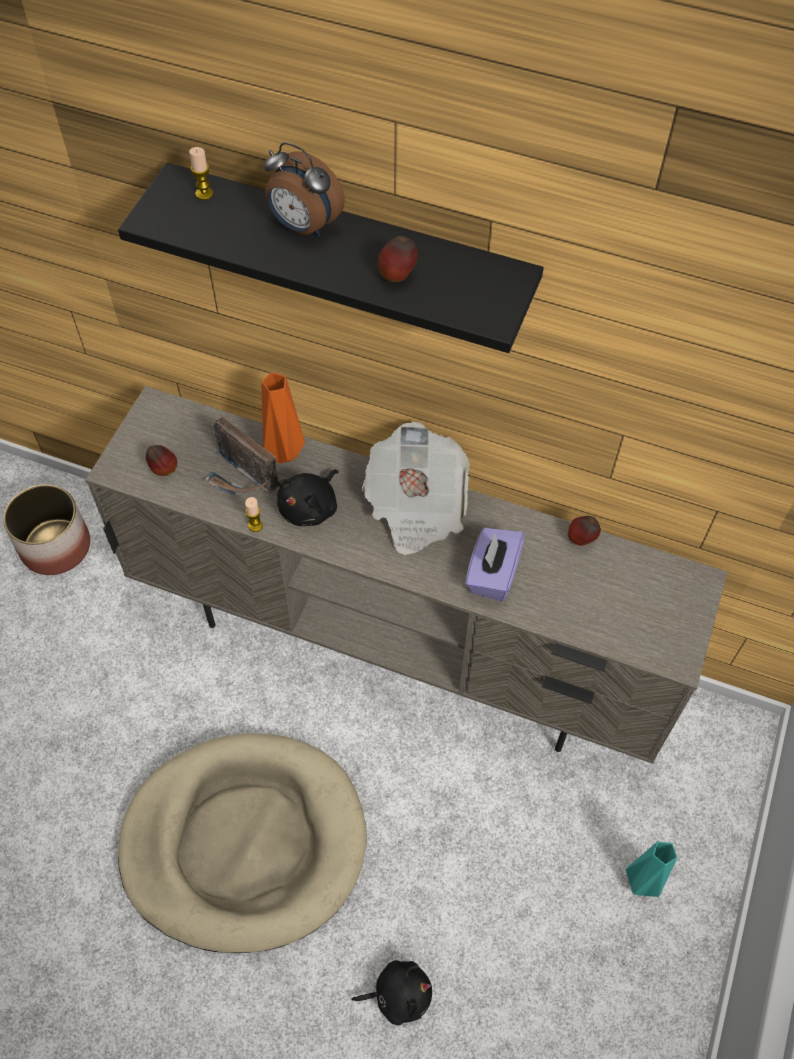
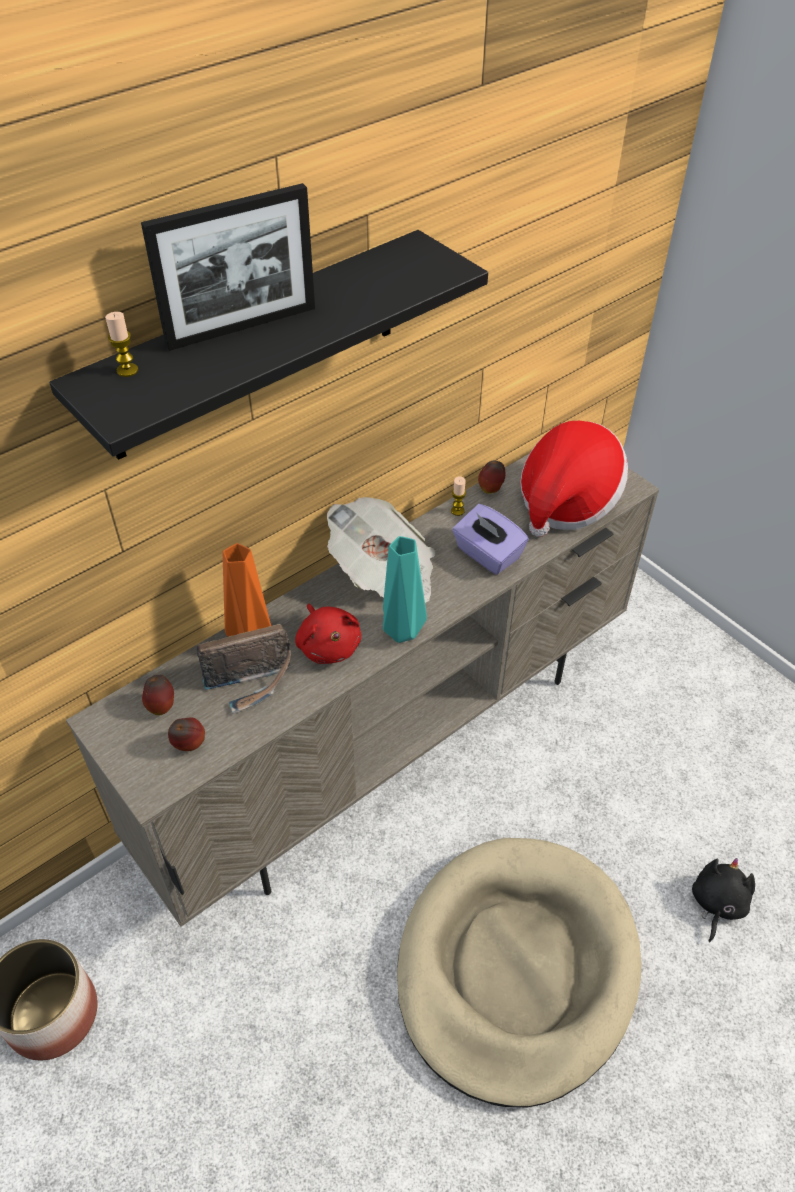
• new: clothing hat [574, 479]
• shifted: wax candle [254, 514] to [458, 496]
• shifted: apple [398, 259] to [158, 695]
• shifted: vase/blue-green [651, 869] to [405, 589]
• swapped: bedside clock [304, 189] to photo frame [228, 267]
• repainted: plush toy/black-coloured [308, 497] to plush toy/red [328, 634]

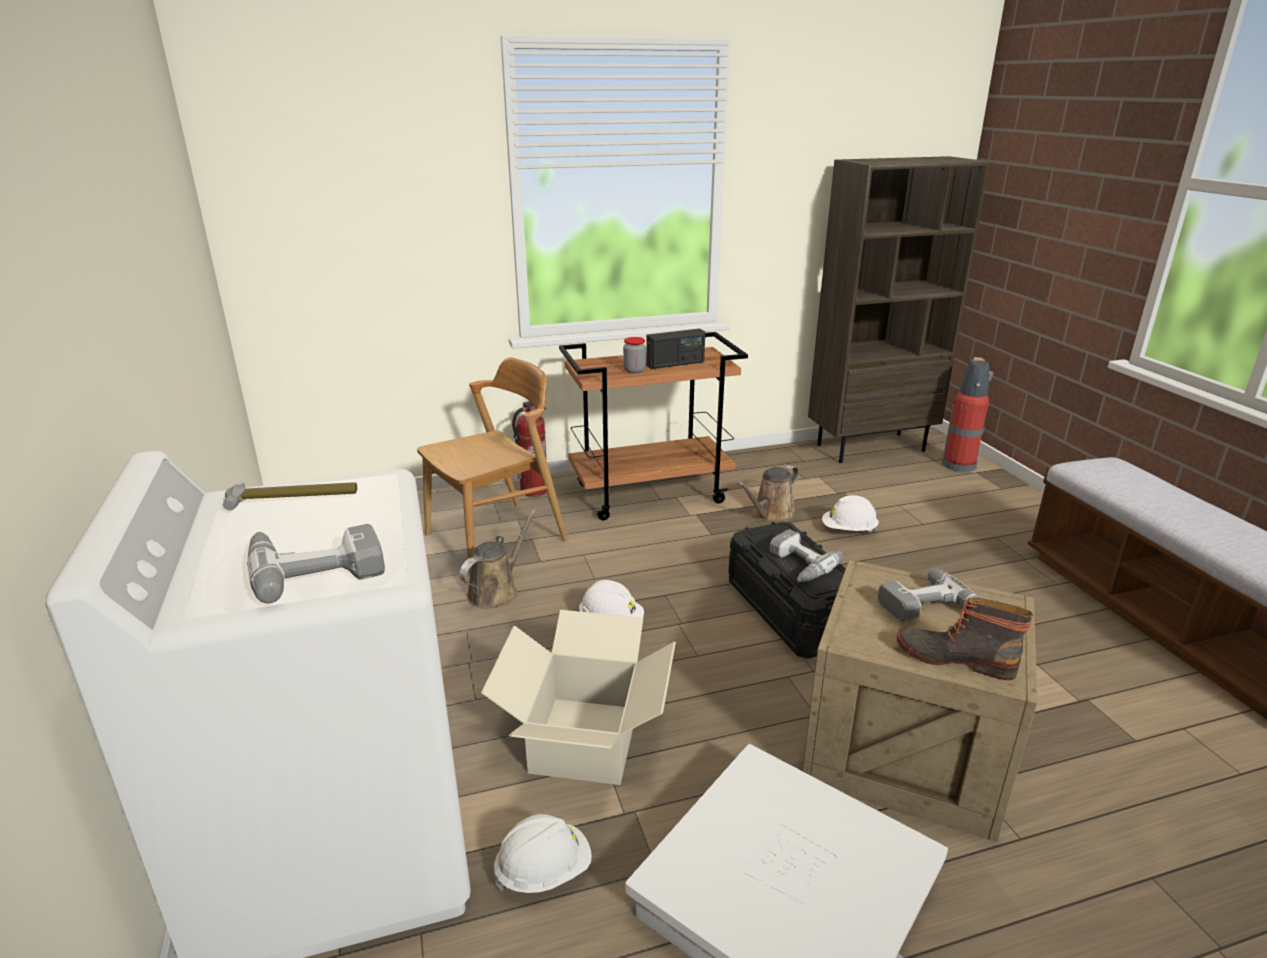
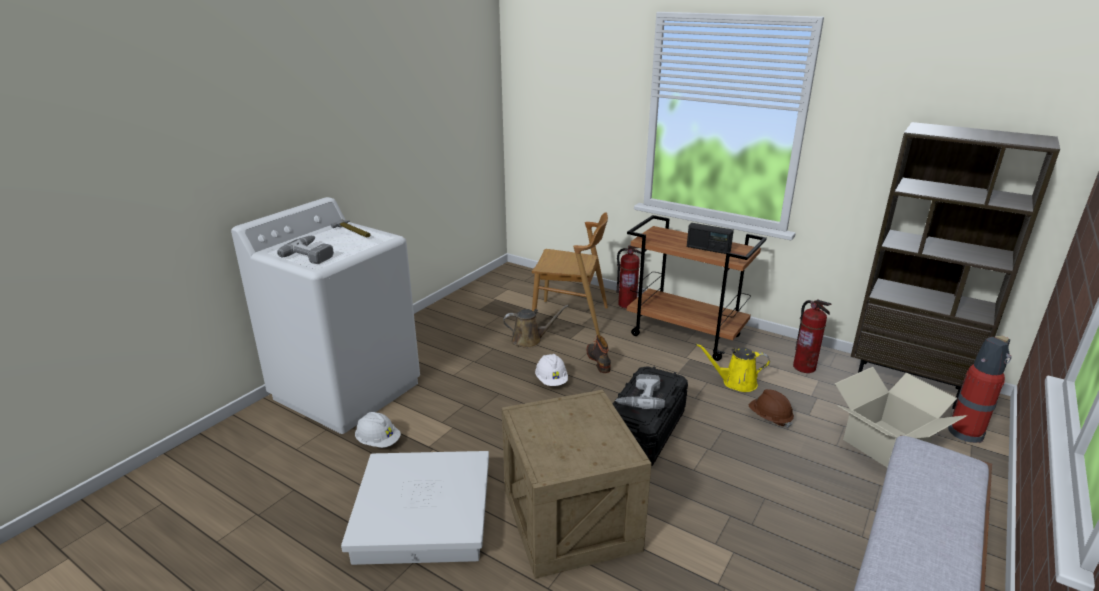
• gone: preserve jar [634, 355]
• gone: drill [929, 595]
• new: extinguisher [812, 336]
• shifted: carton [578, 697] to [901, 417]
• shifted: boot [965, 639] to [599, 354]
• repainted: watering pot/brown-coloured [768, 494] to watering pot/yellowish [733, 368]
• repainted: work helmet/white-coloured [850, 513] to work helmet/brown-coloured [771, 408]

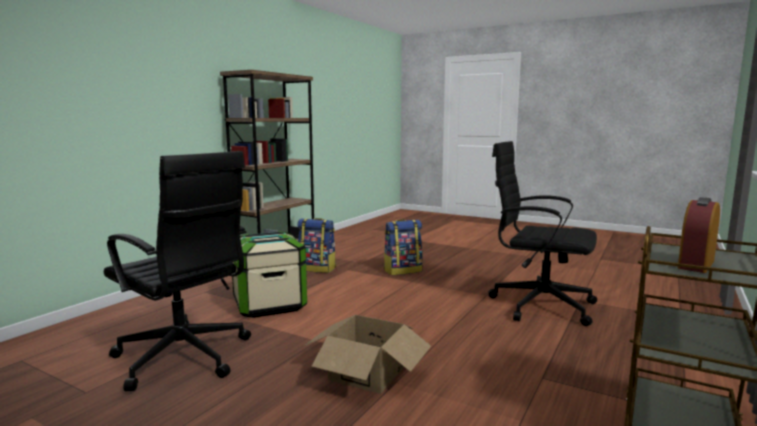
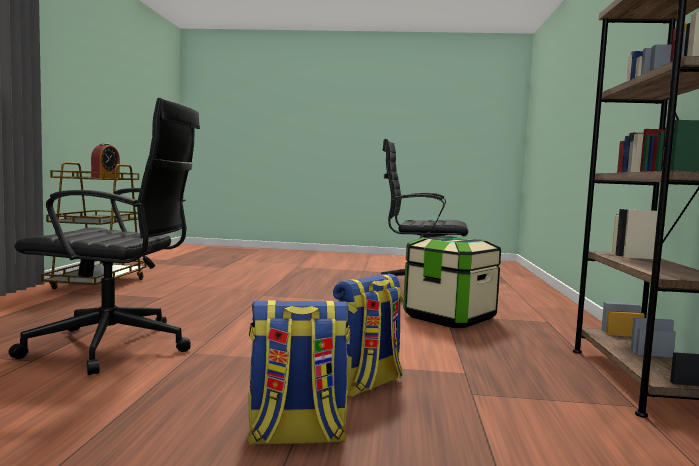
• gone: carton [367, 354]
• shifted: rucksack [316, 245] to [299, 372]

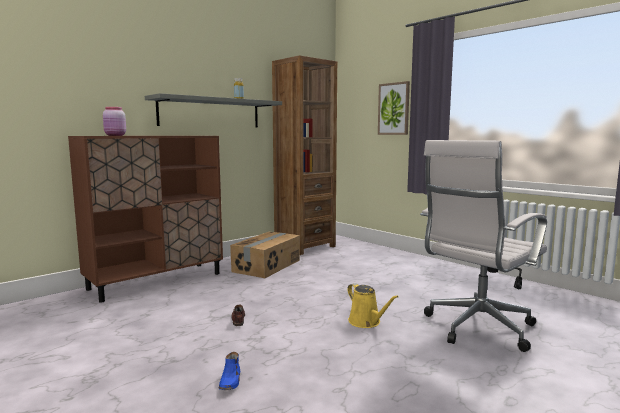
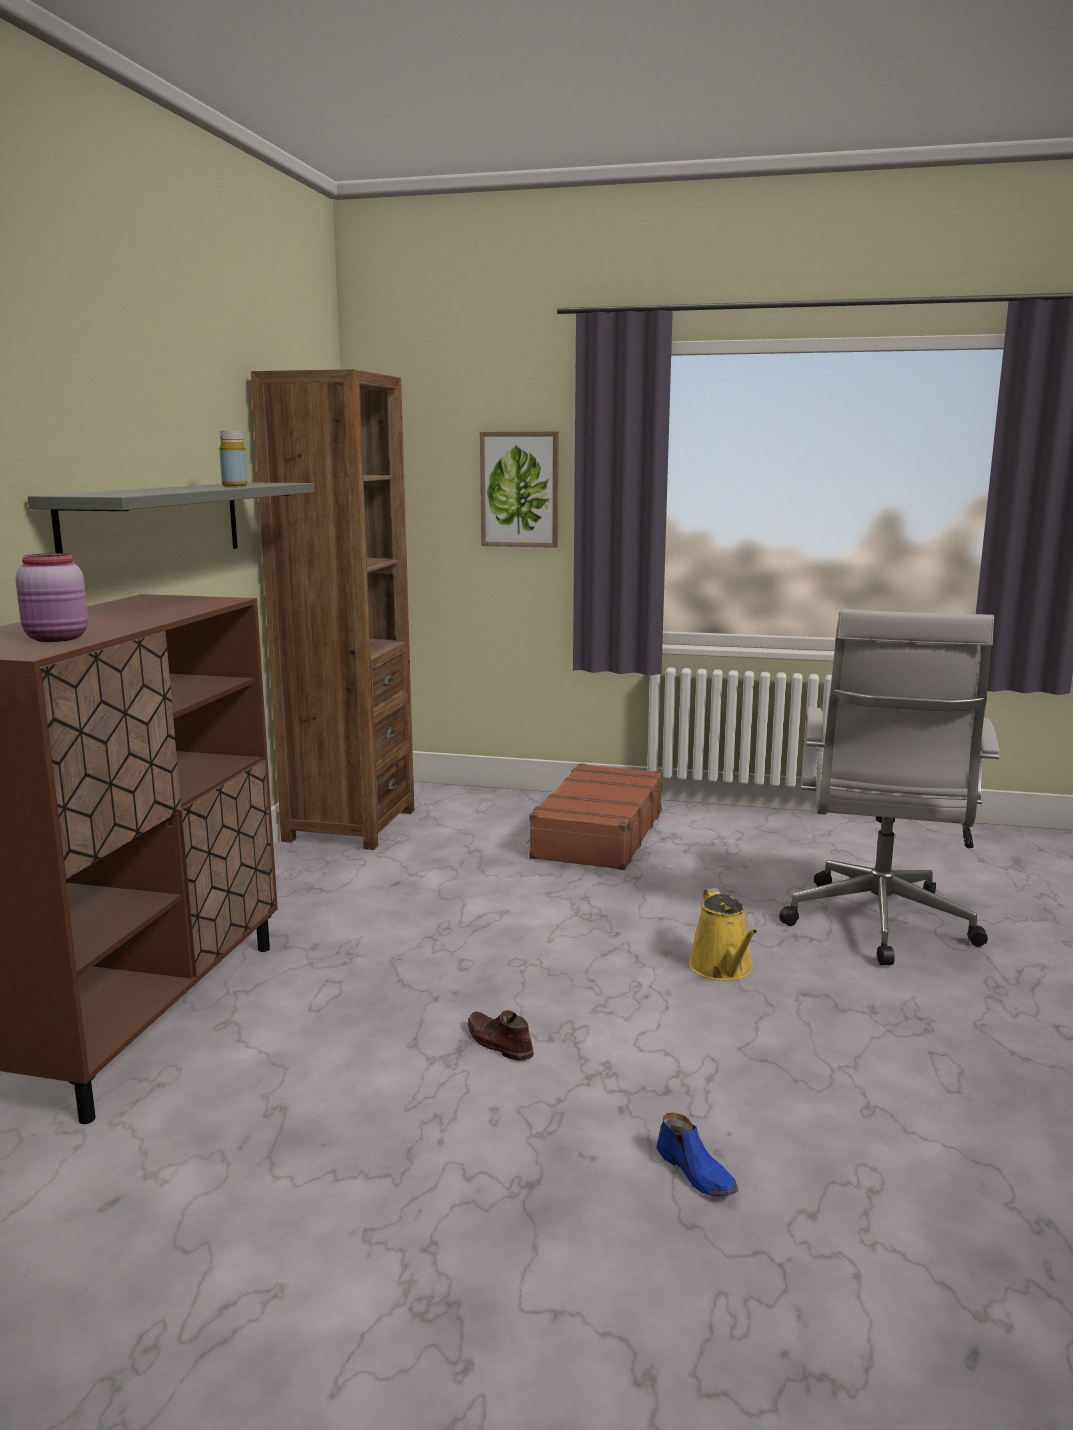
• gone: carton [265, 255]
• new: suitcase/brown-coloured [595, 816]
• rotated: watering pot/yellowish [373, 305] = [723, 934] 60 degrees clockwise

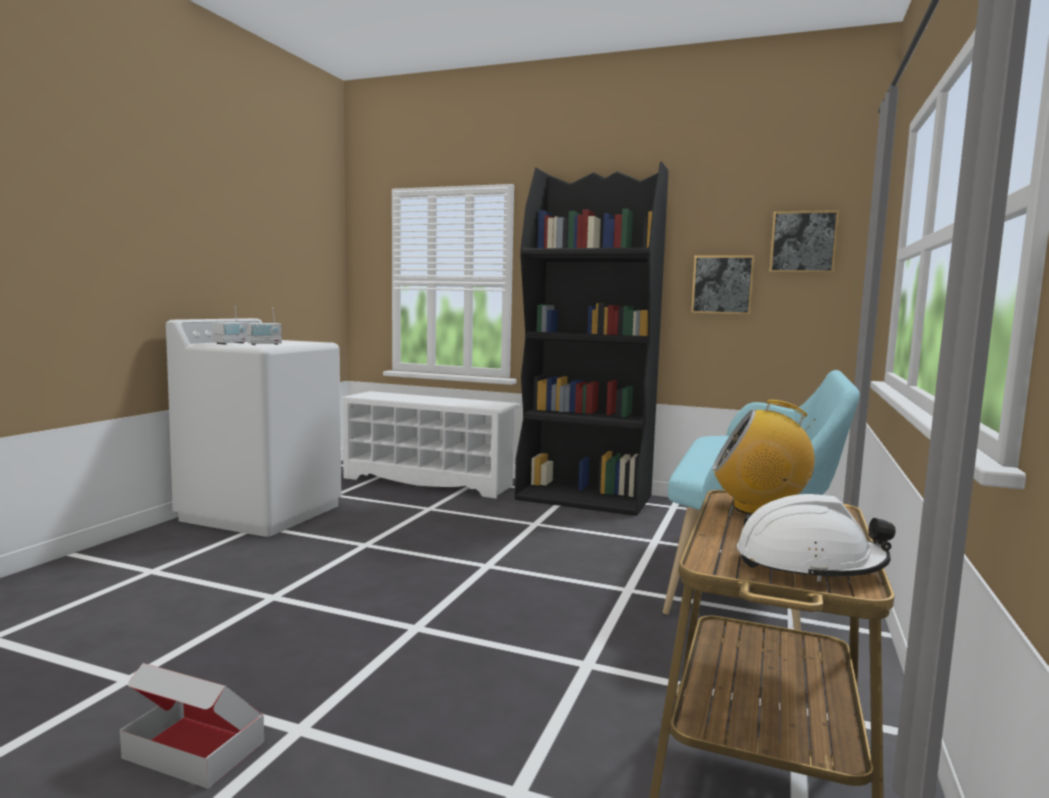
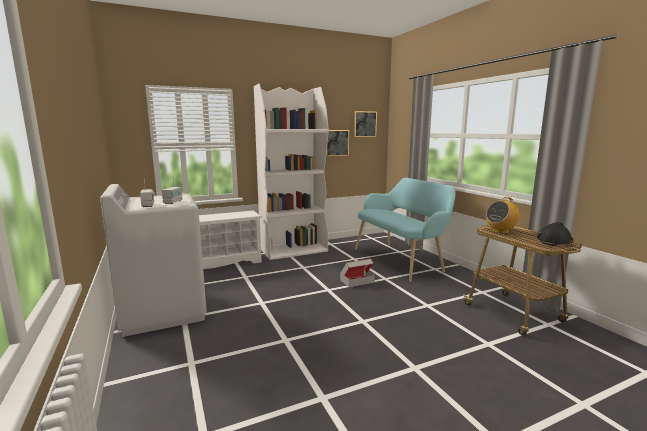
• shifted: carton [192, 726] to [357, 273]
• repainted: bookcase/black-coloured [592, 338] to bookcase/white-coloured [291, 172]
• repainted: work helmet/white-coloured [816, 538] to work helmet/black-coloured [555, 234]

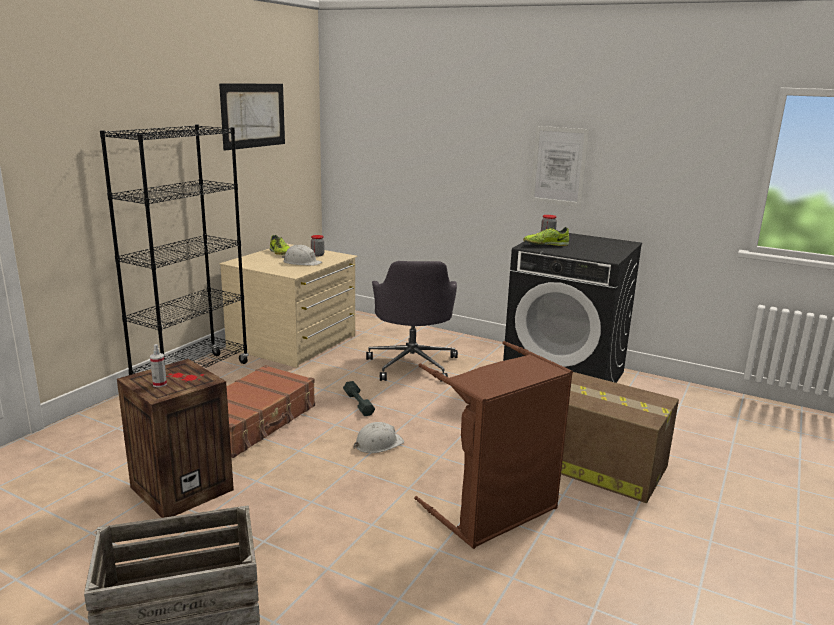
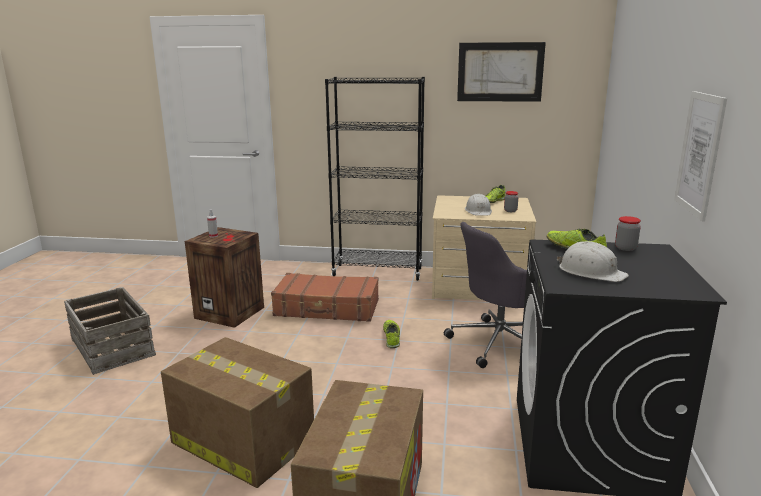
• shifted: work helmet/white-coloured [379, 437] to [593, 261]
• swapped: dumbbell/gray [359, 398] to item of footwear [391, 334]
• swapped: laundry basket/brown-coloured [493, 445] to carton [237, 412]

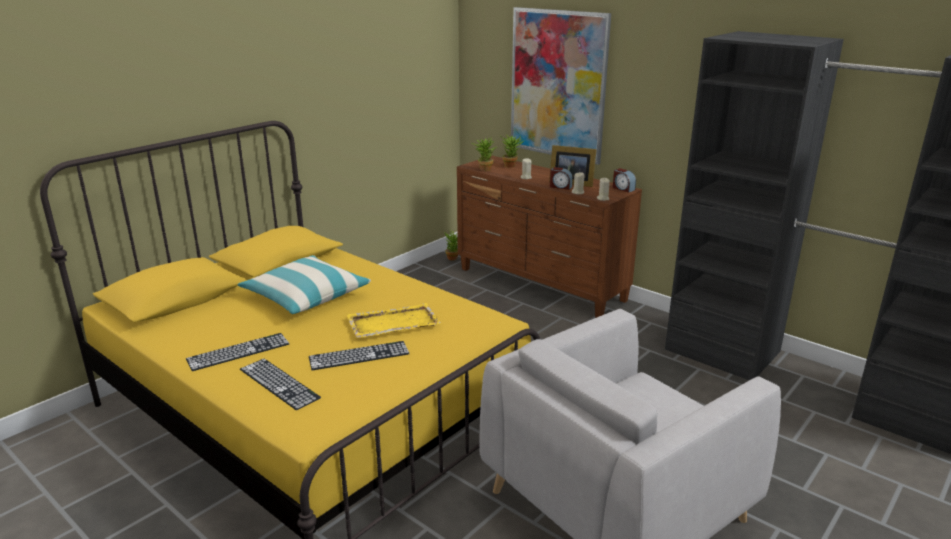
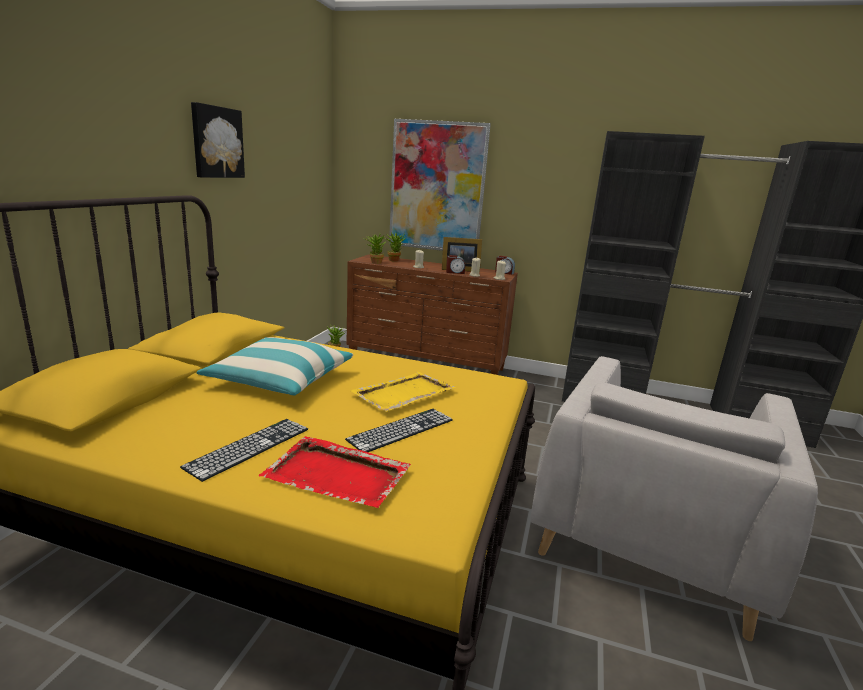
• new: picture [218, 140]
• swapped: computer keyboard [280, 384] to serving tray/red [335, 472]

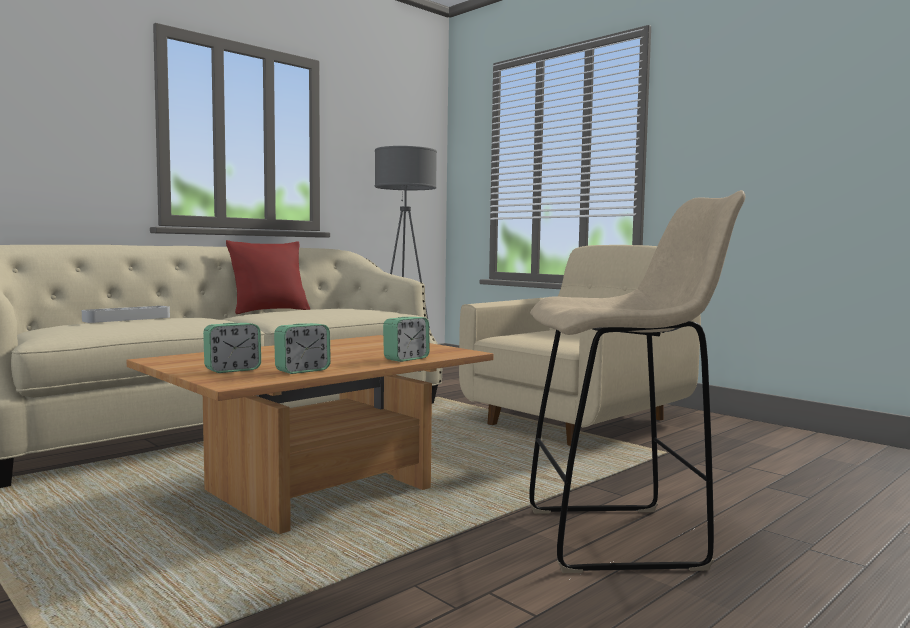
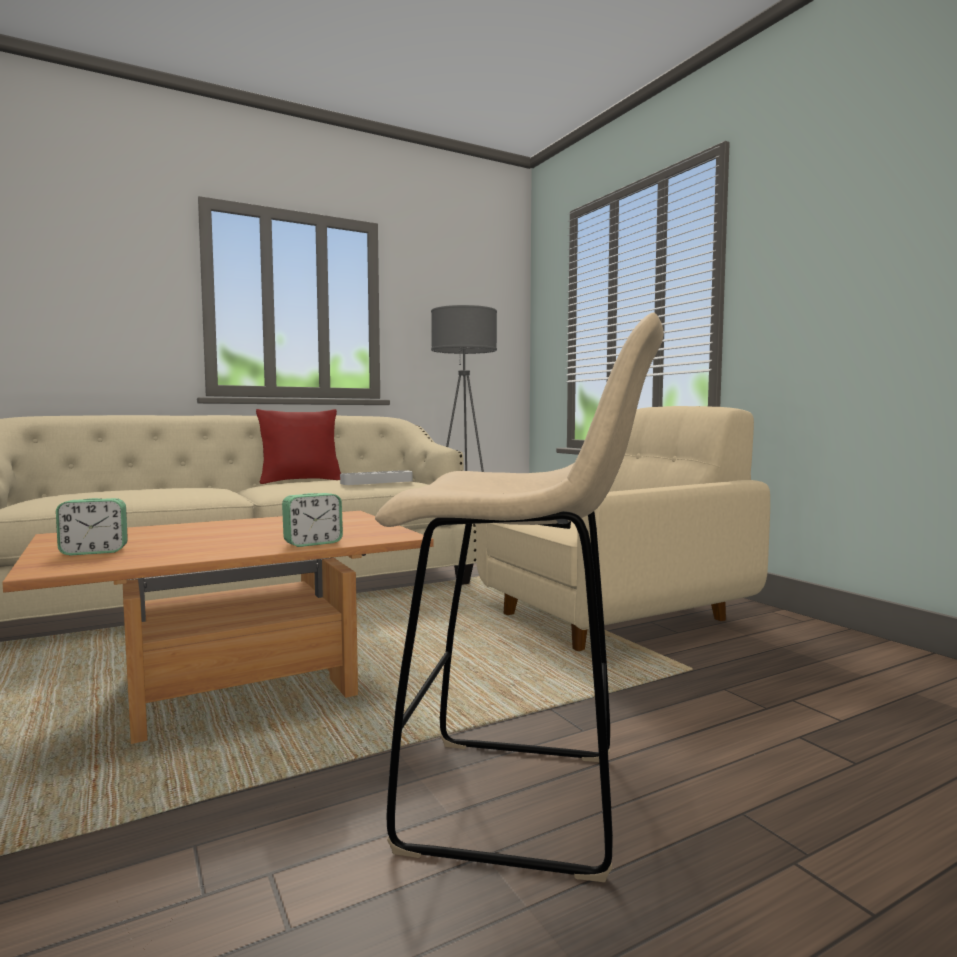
• gone: bedside clock [302, 348]
• shifted: serving tray/gray [126, 314] to [376, 477]

